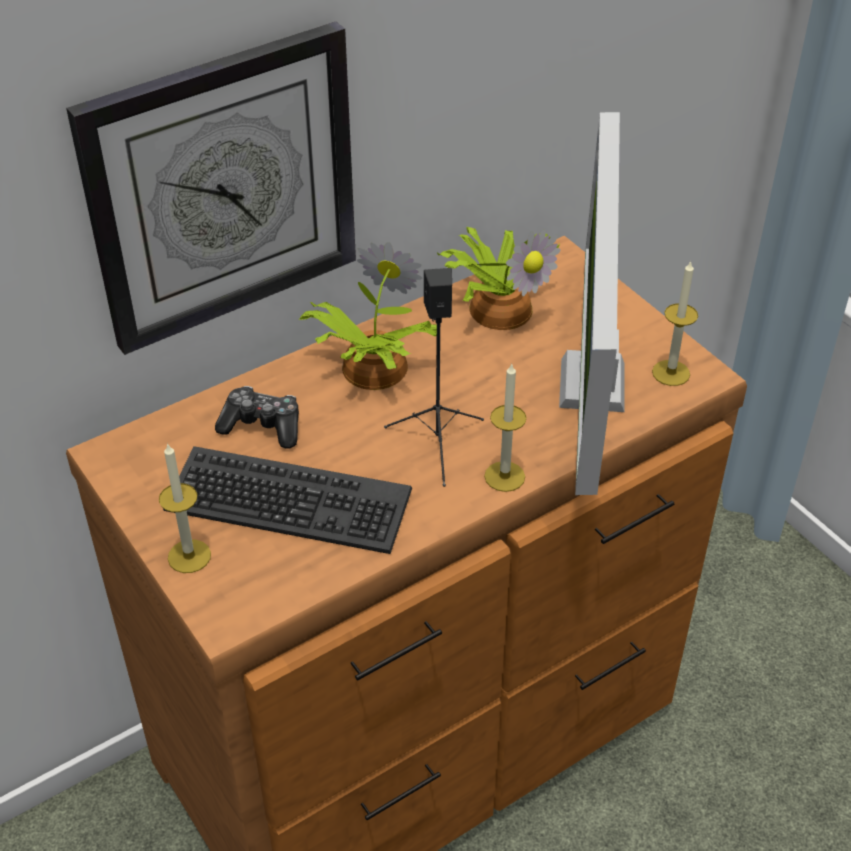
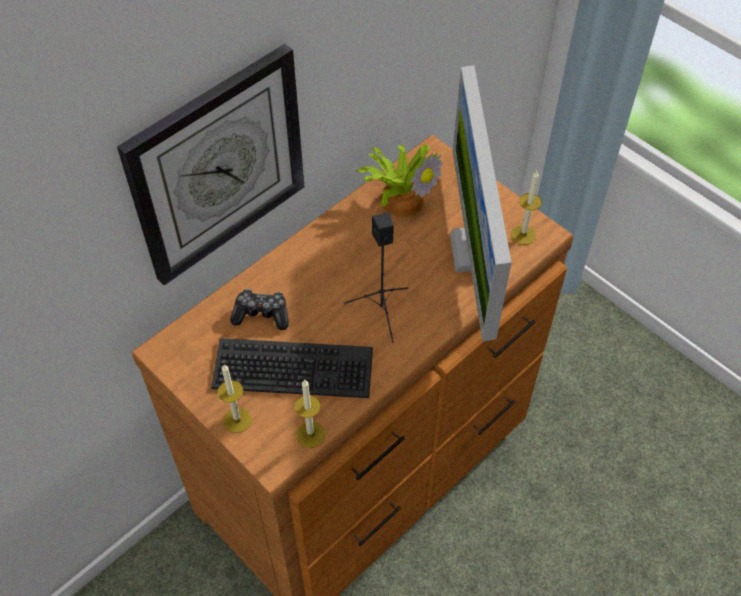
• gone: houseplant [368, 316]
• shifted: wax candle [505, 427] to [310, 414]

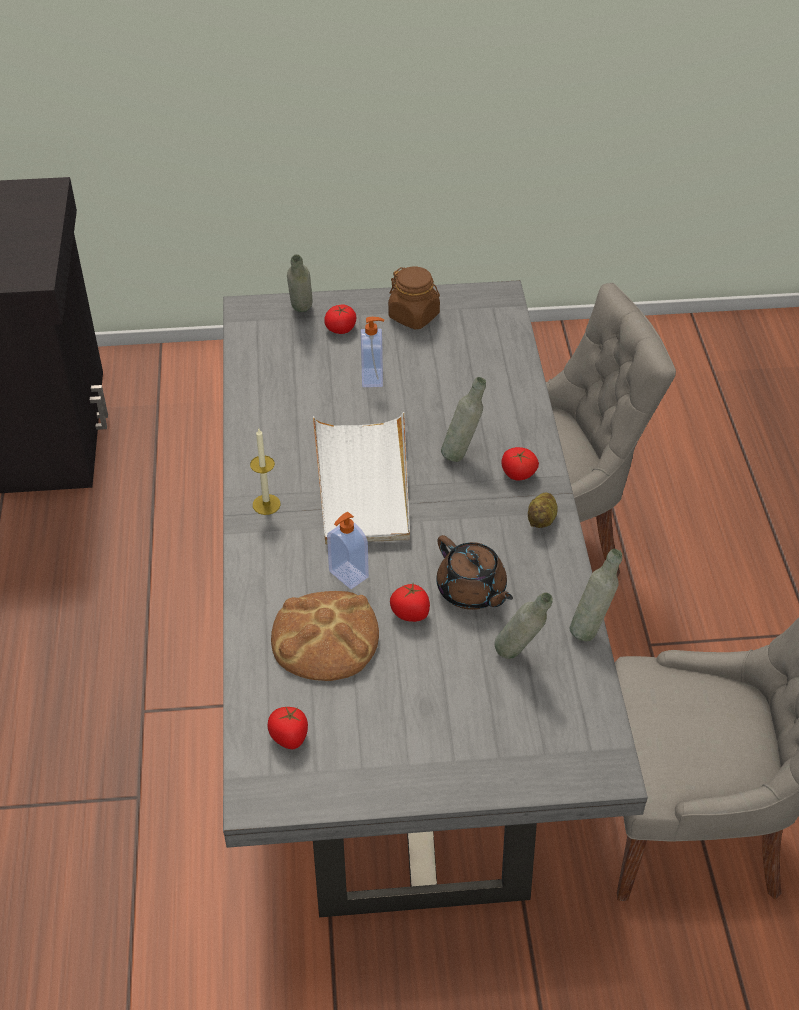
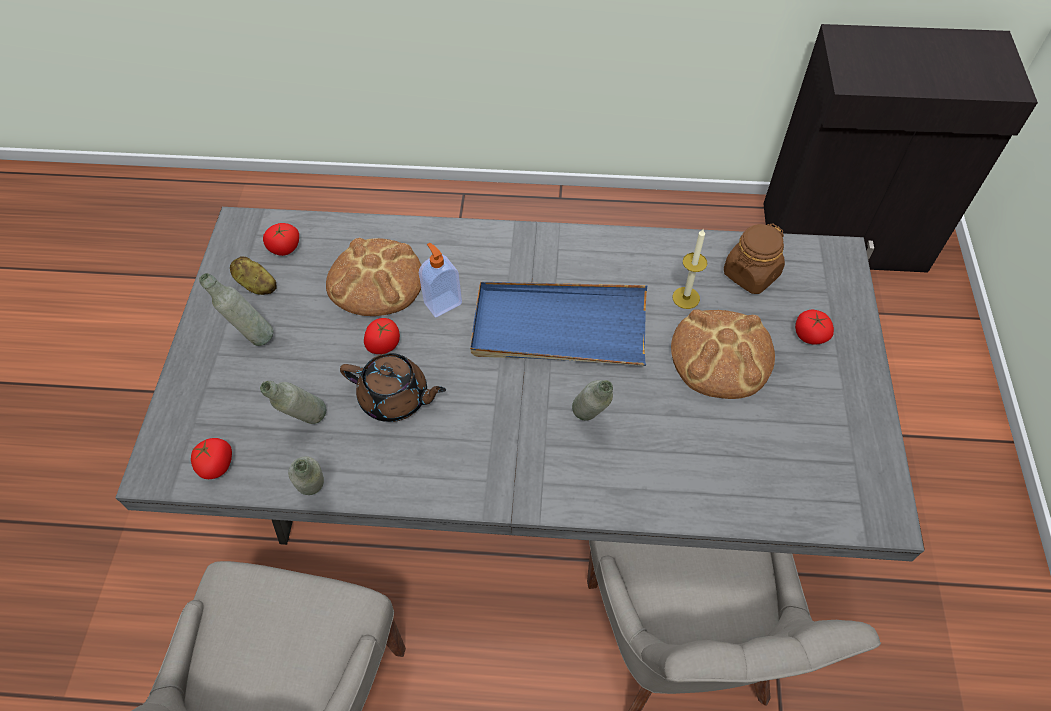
• shifted: wax candle [265, 472] to [689, 268]
• shifted: bottle/gray [299, 283] to [236, 309]
• shifted: preserve jar/brown-coloured [414, 298] to [754, 258]
• shifted: whole tomato [520, 464] to [211, 458]
• shifted: whole potato [543, 510] to [253, 275]
• swapped: soap bottle [372, 352] to bakery bread [723, 354]
• repainted: serving tray/white-coloured [361, 478] to serving tray/blue [558, 324]
• rotated: teapot/brown-coloured [474, 572] = [393, 387] 135 degrees counterclockwise

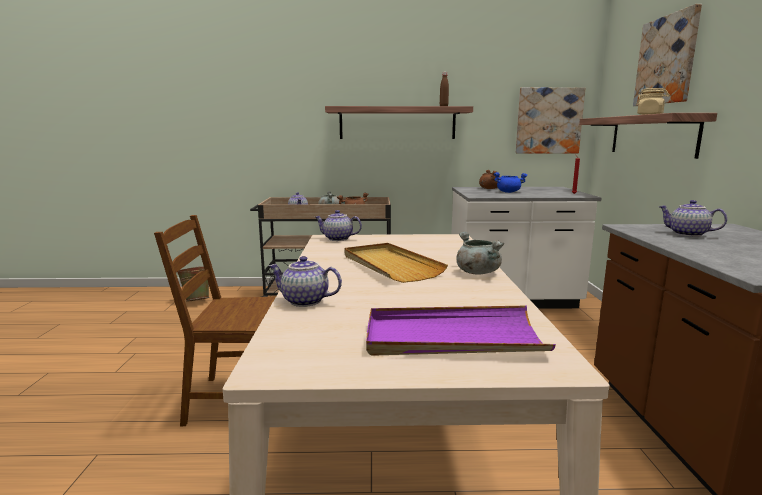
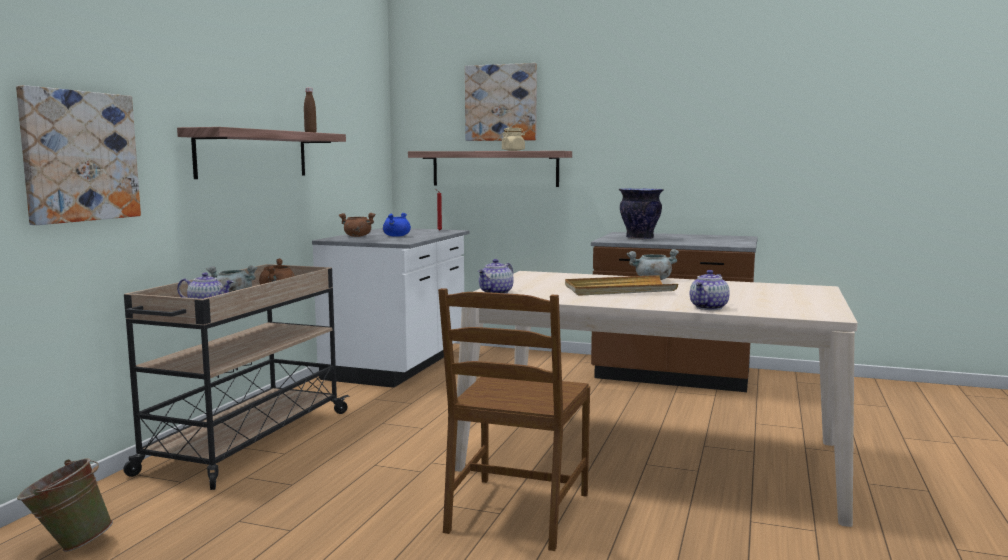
• gone: serving tray/purple [461, 331]
• shifted: picture [550, 120] to [78, 155]
• swapped: teapot [692, 218] to vase [641, 213]

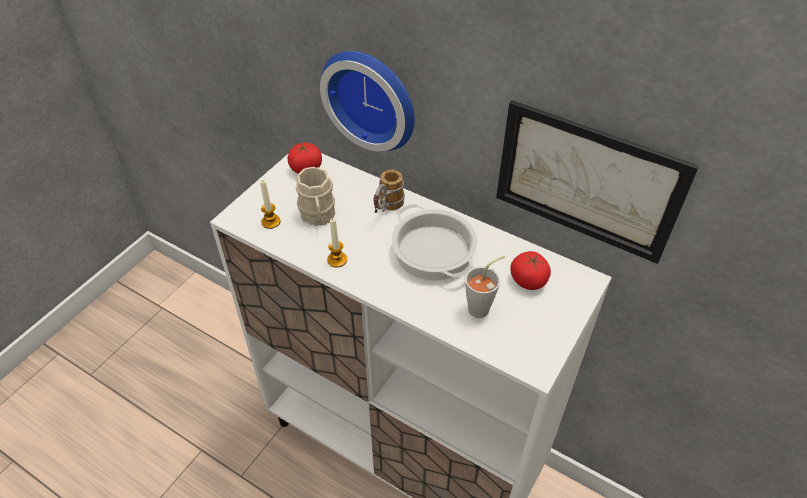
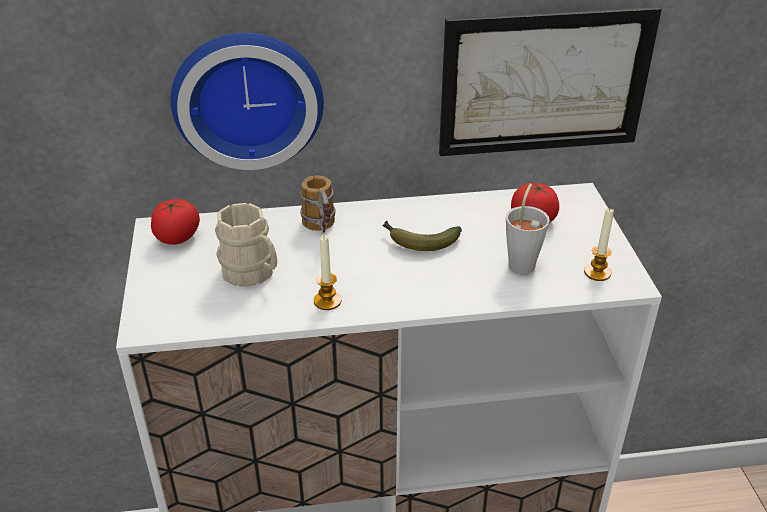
• shifted: wax candle [270, 204] to [599, 244]
• swapped: stockpot [434, 242] to whole banana [422, 236]

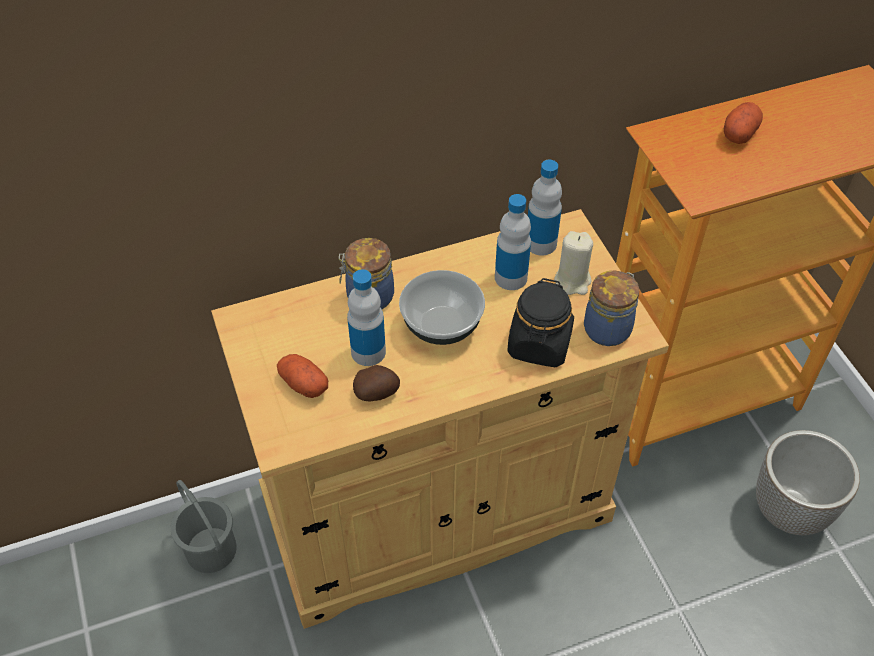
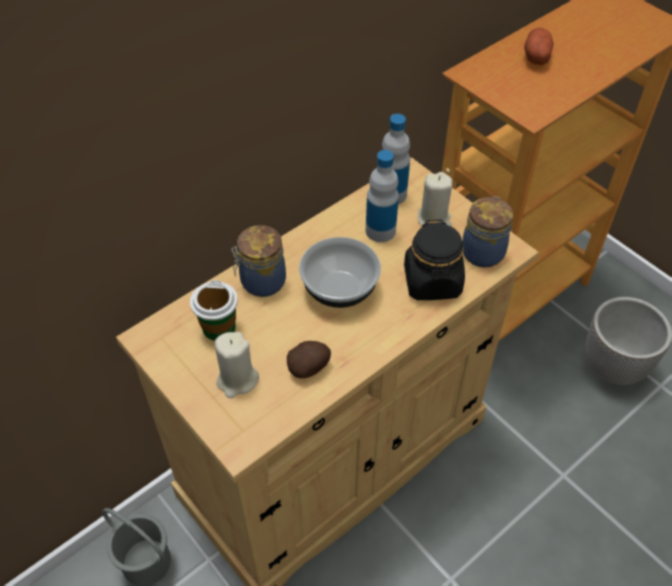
• gone: bottle [366, 317]
• new: cup [214, 310]
• swapped: whole potato [302, 376] to wax candle/beige [237, 365]

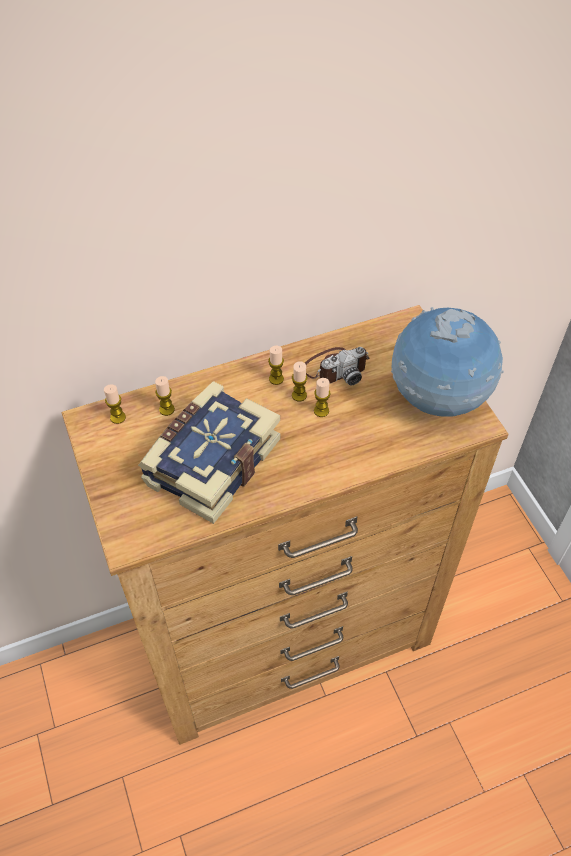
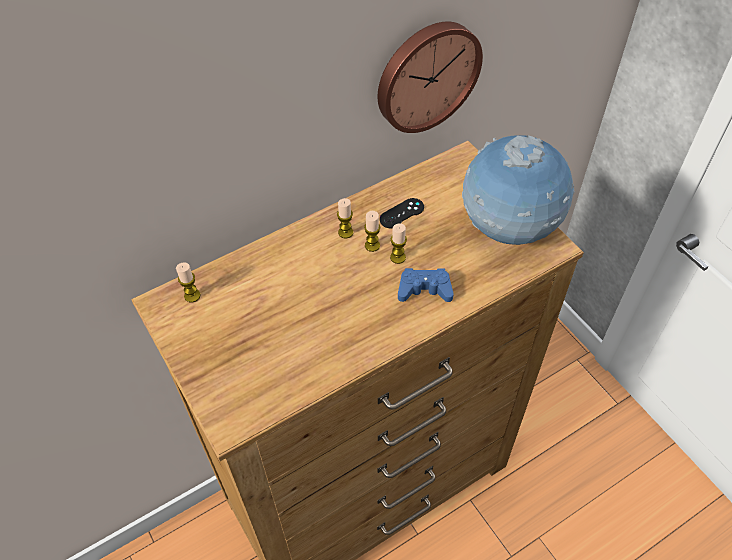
• gone: bound book [209, 452]
• gone: wax candle [165, 396]
• new: hanging clock [430, 77]
• new: gamepad/blue [426, 285]
• swapped: still camera [337, 366] to gamepad/black-coloured [402, 213]

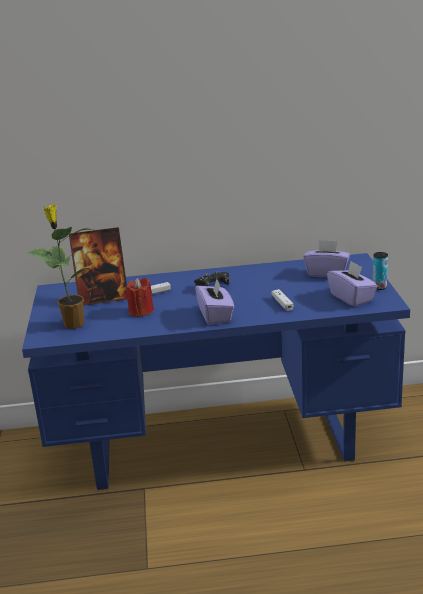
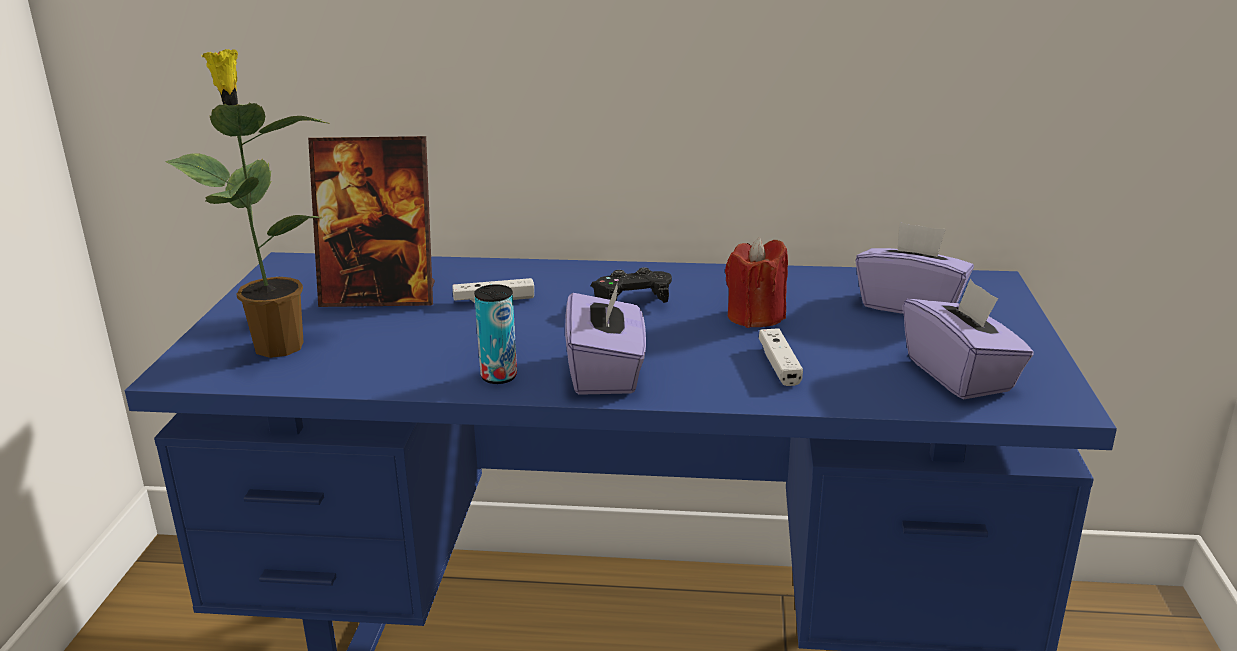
• shifted: wax candle/red [139, 297] to [756, 282]
• shifted: metal can [380, 271] to [495, 334]

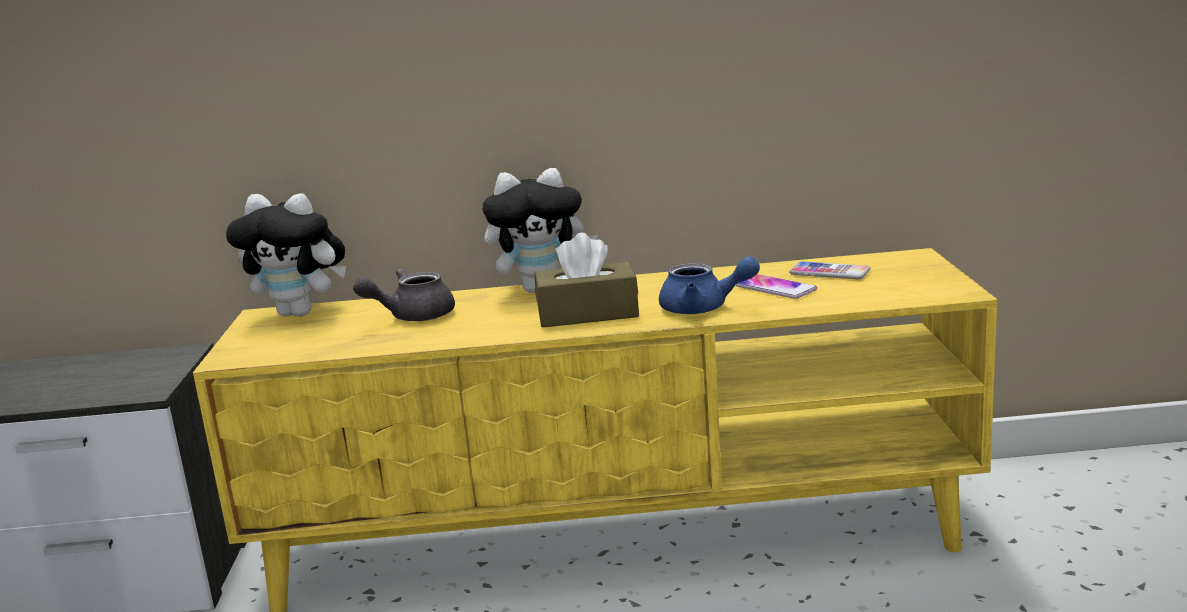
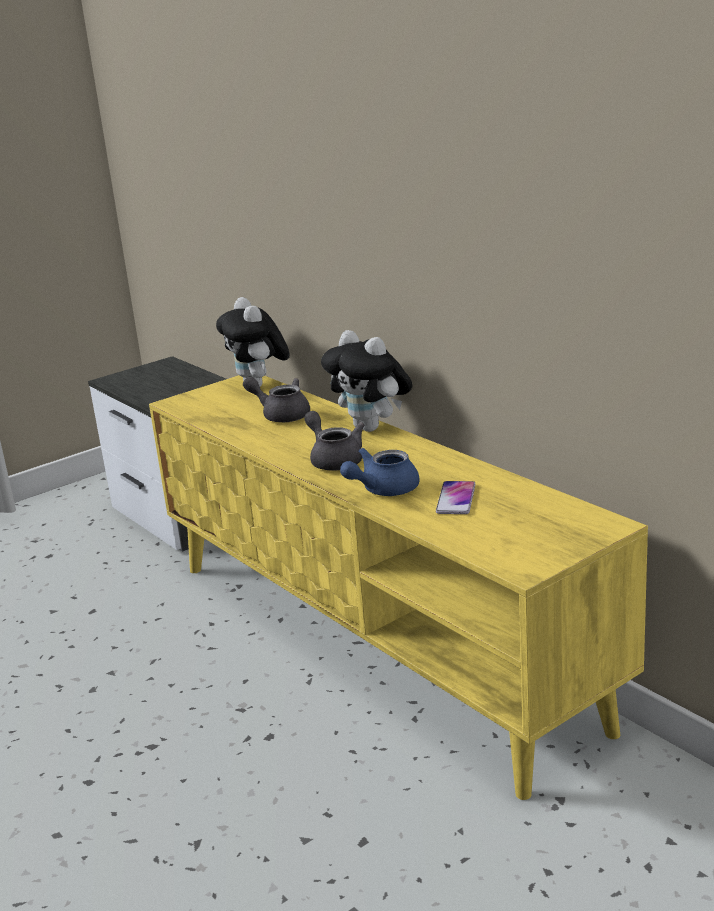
• gone: telephone [829, 270]
• swapped: tissue box/brown-coloured [587, 280] to teapot/gray [334, 441]
• rotated: teapot/blue [709, 285] = [379, 472] 75 degrees clockwise

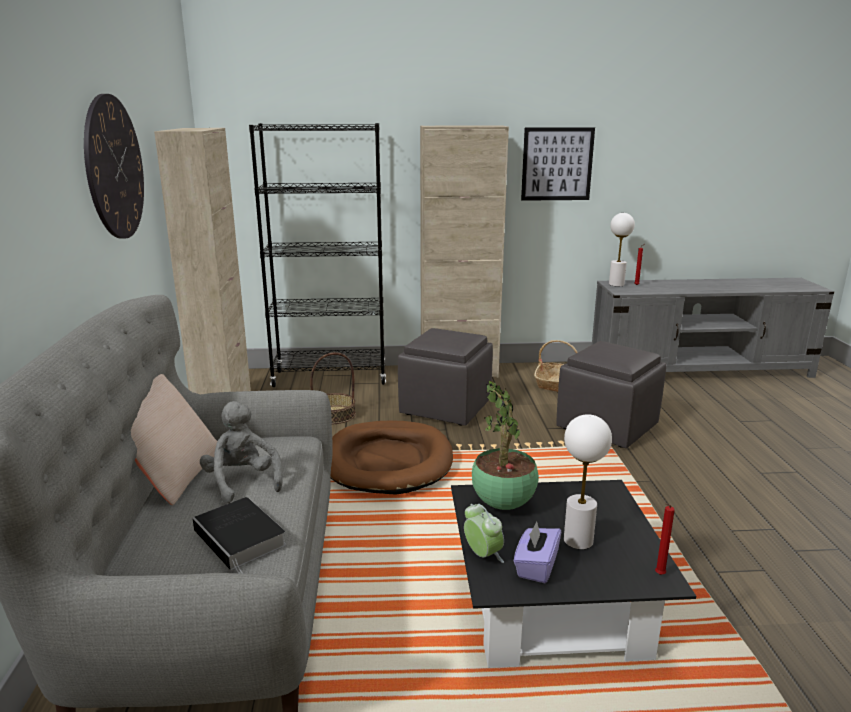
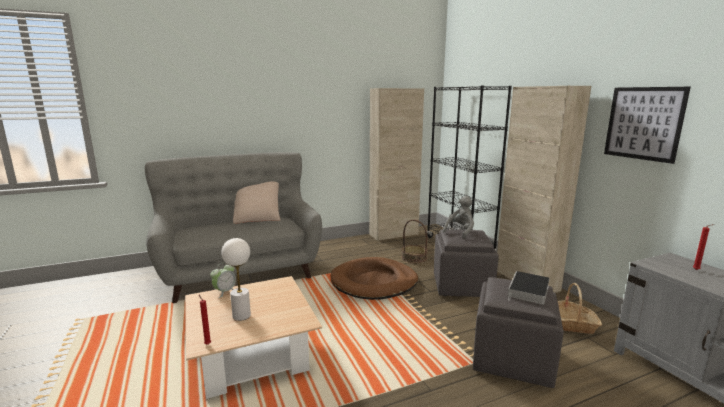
• gone: hanging clock [114, 166]
• gone: houseplant [505, 445]
• gone: tissue box/purple [537, 552]
• gone: lamp for a table/white-coloured [622, 249]
• shifted: bound book [239, 535] to [529, 288]
• shifted: plush toy/gray [241, 452] to [458, 217]
• repainted: low table/black-coloured [573, 574] to low table/beige [253, 337]

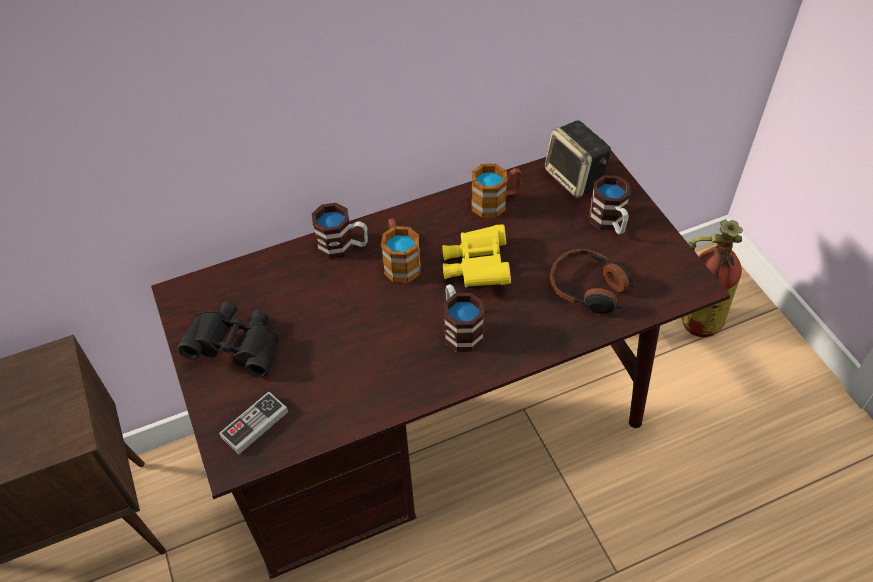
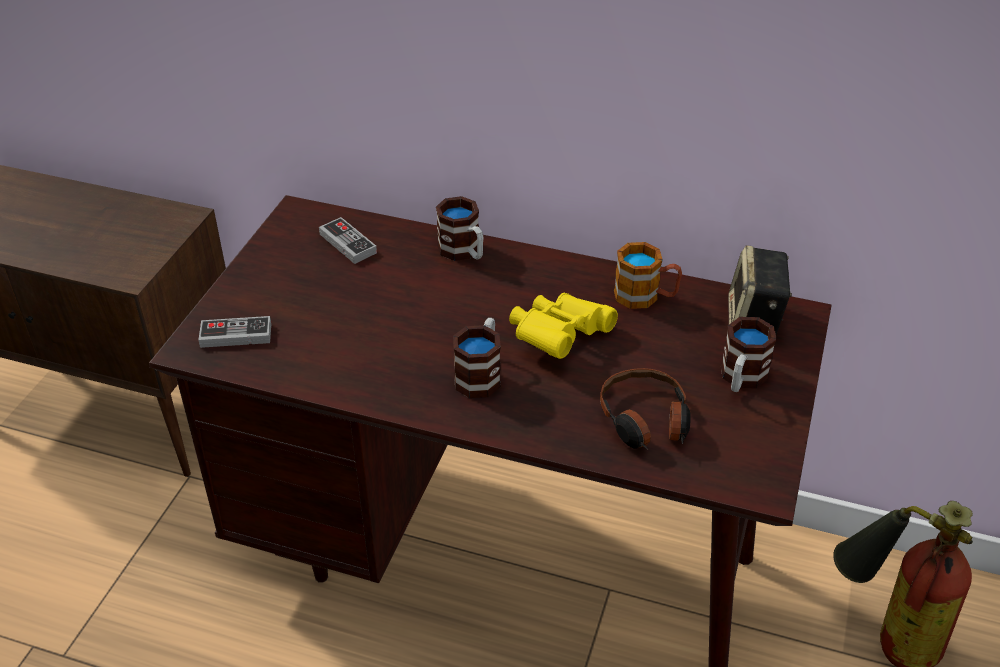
• gone: binoculars/black-coloured [228, 340]
• gone: mug [401, 251]
• new: gamepad [348, 240]

